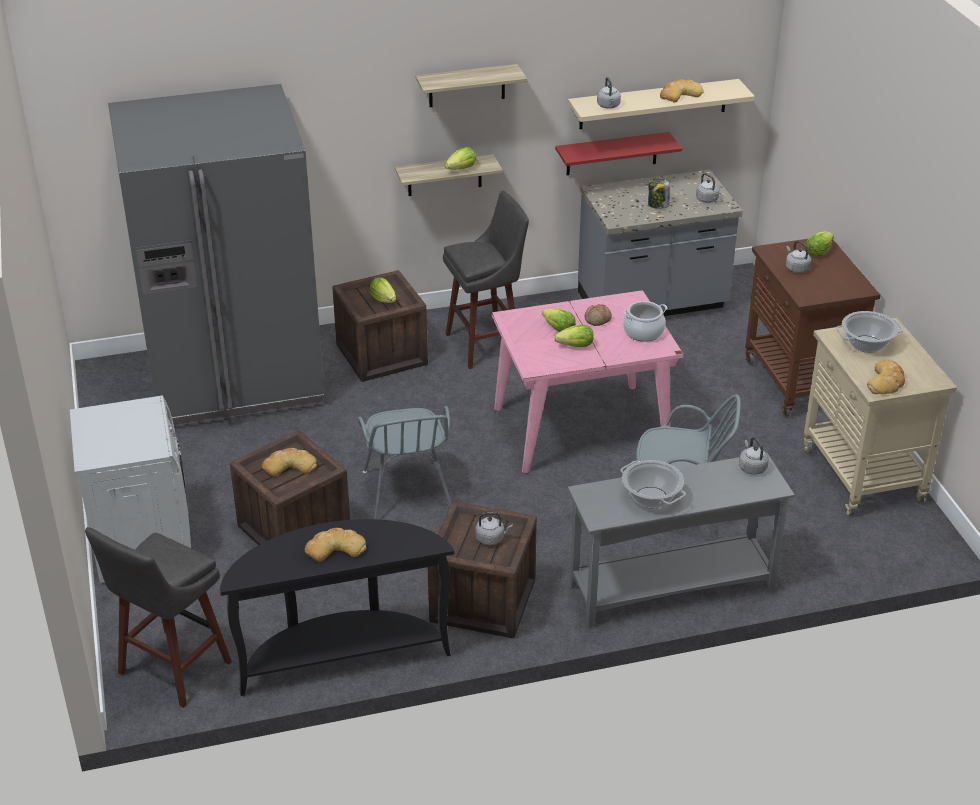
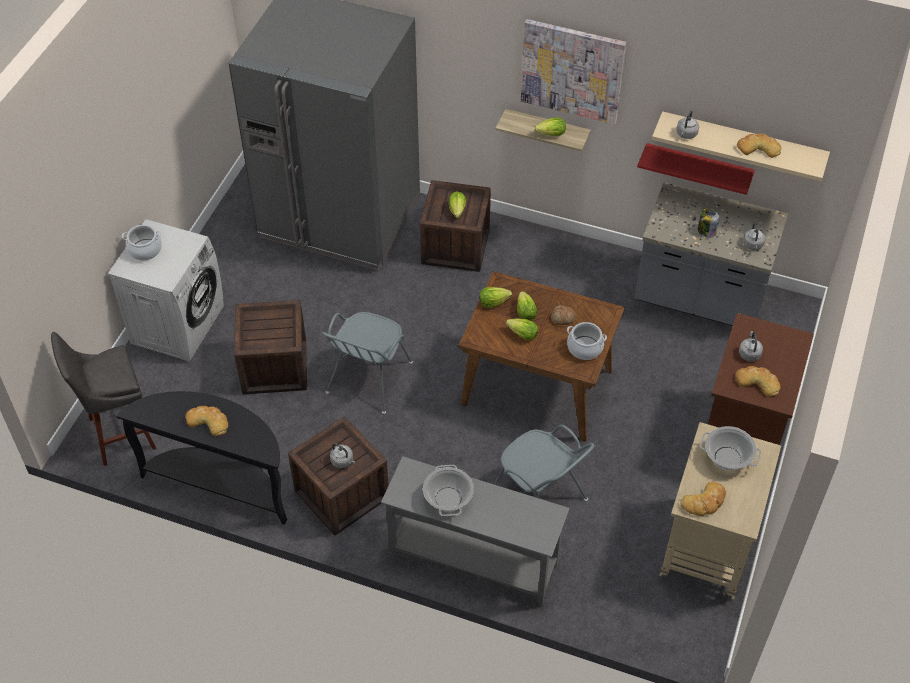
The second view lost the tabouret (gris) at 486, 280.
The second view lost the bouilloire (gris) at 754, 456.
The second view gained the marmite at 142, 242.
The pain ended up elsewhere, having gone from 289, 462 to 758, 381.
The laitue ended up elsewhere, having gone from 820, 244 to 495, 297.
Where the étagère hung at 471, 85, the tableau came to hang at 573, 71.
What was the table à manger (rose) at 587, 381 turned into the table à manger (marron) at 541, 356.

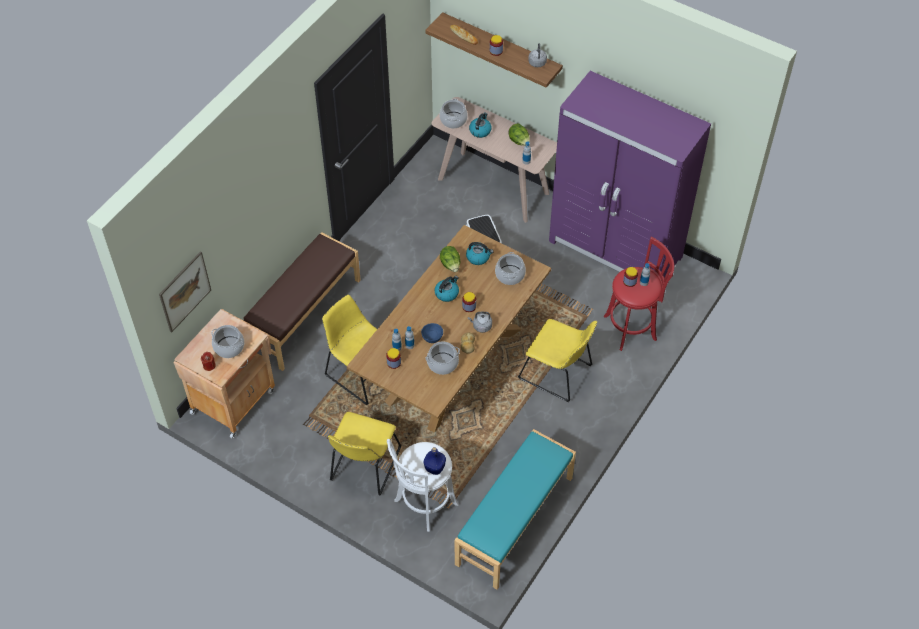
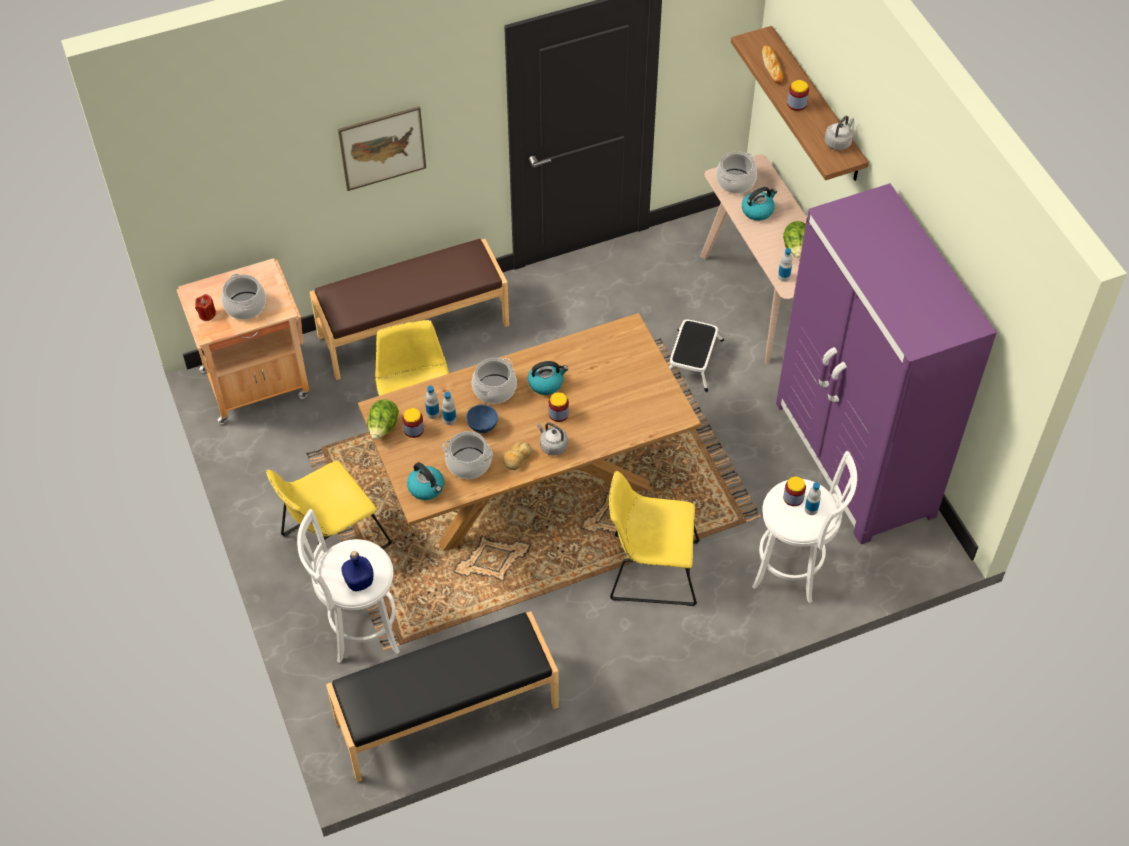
The tableau ended up elsewhere, having gone from 185, 292 to 382, 148.
The laitue ended up elsewhere, having gone from 450, 259 to 383, 419.
The bouilloire ended up elsewhere, having gone from 480, 253 to 425, 481.
The marmite ended up elsewhere, having gone from 510, 268 to 494, 381.
What was the banc (turquoise) at 515, 509 turned into the banc (noir) at 442, 696.
What was the tabouret (rouge) at 638, 294 turned into the tabouret (blanc) at 804, 527.
The chaise (jaune) at 557, 360 ended up facing another way, 120 degrees clockwise from before.

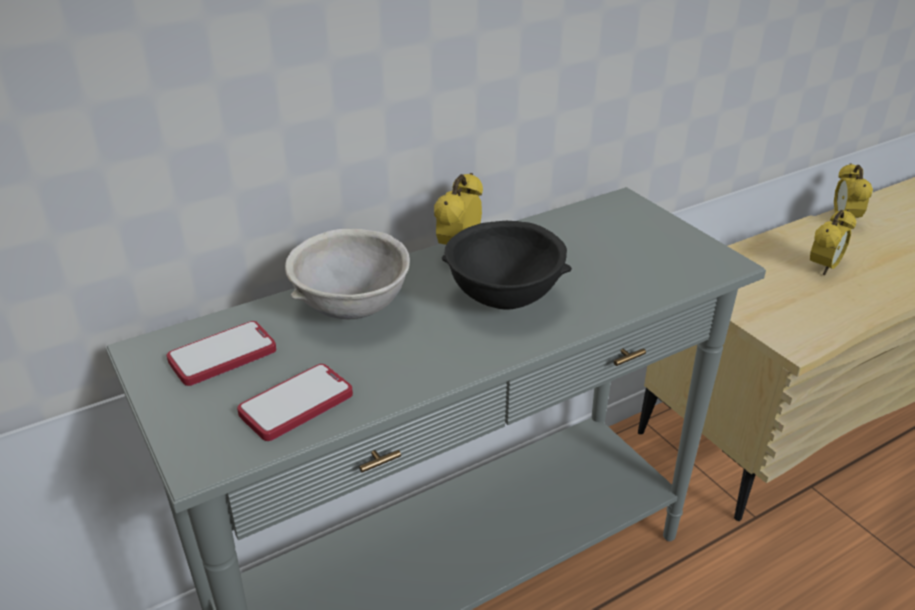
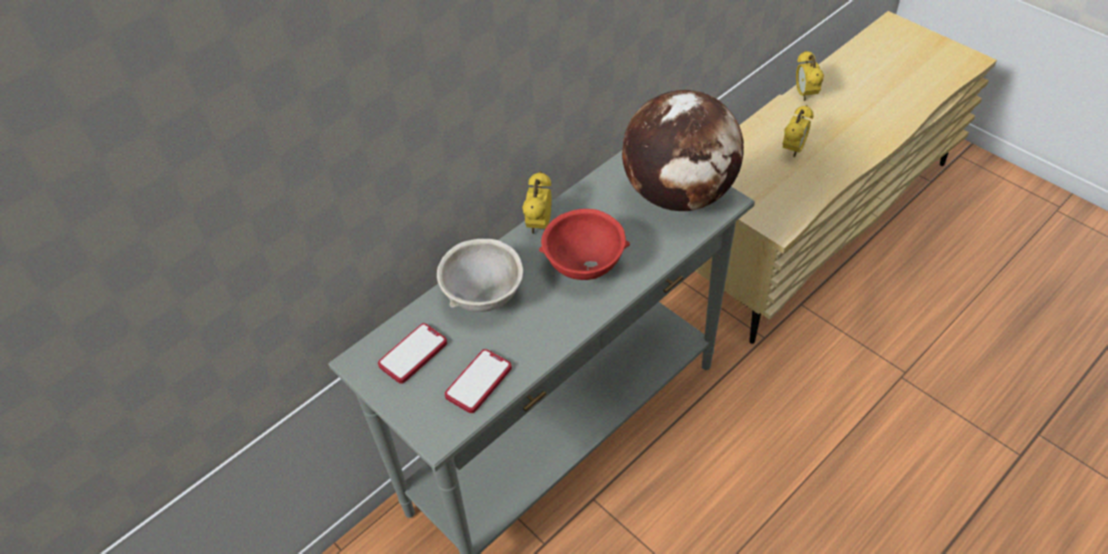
The second view gained the globe at 683, 150.
What was the bol (noir) at 507, 265 turned into the bol (rouge) at 584, 244.

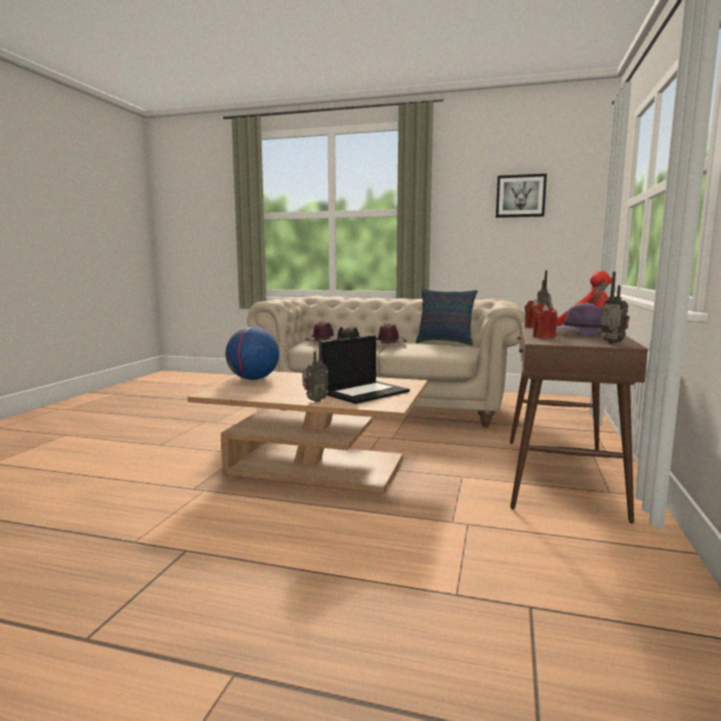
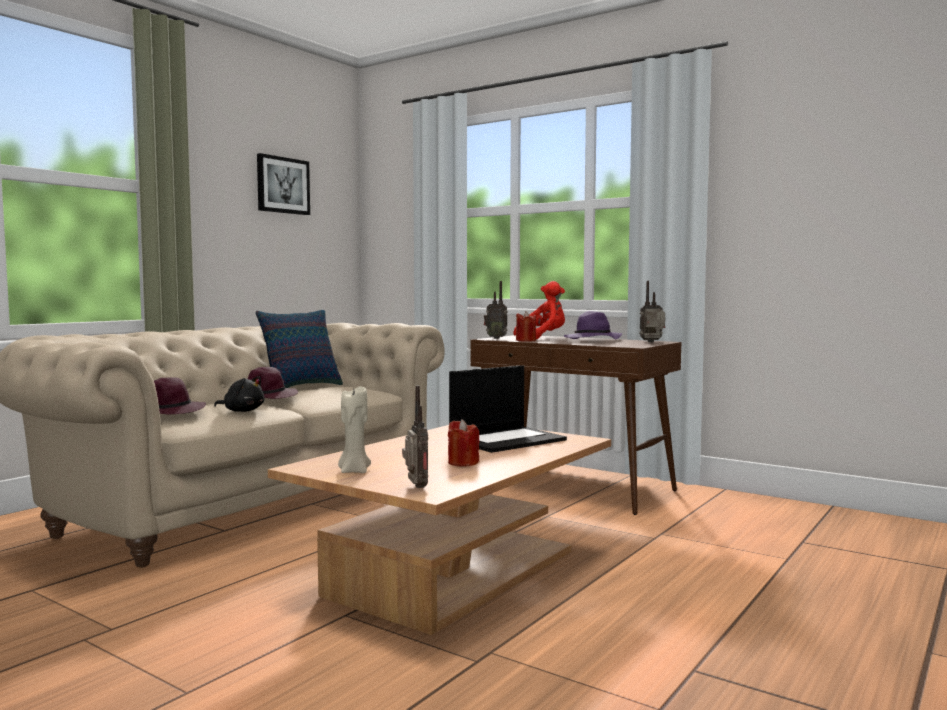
The radio ended up elsewhere, having gone from 315, 370 to 415, 436.
The bougie (rouge) ended up elsewhere, having gone from 545, 321 to 464, 442.
Where the globe stood at 252, 353, the bougie (beige) came to stand at 354, 430.
The ordinateur portable at 366, 369 ended up facing another way, 75 degrees clockwise from before.

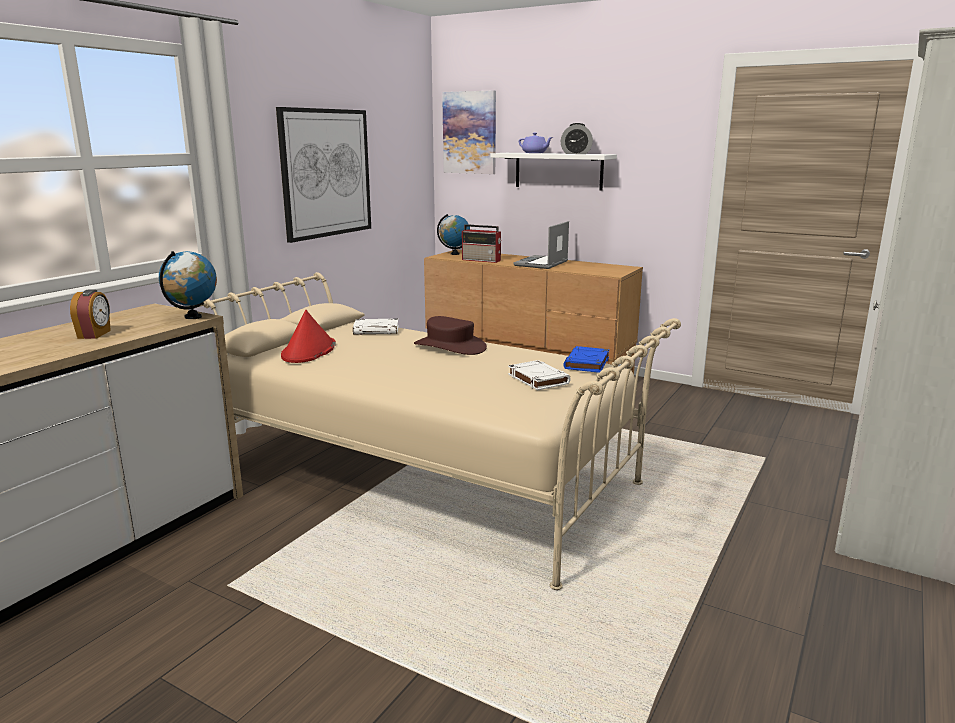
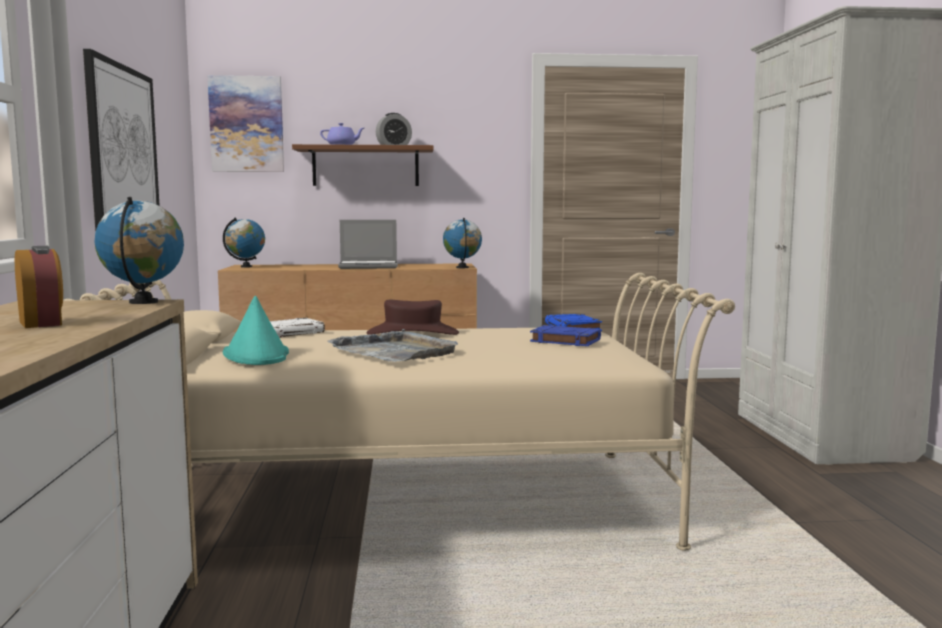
The second view lost the radio at 482, 243.
The second view gained the plateau (gris) at 393, 345.
The second view gained the globe at 462, 243.
What was the chapeau (rouge) at 308, 336 turned into the chapeau (turquoise) at 256, 330.
What was the étagère (blanc) at 553, 171 turned into the étagère (marron) at 363, 165.
What was the livre (blanc) at 539, 375 turned into the livre (bleu) at 565, 335.
The ordinateur portable at 541, 245 ended up facing another way, 90 degrees counterclockwise from before.

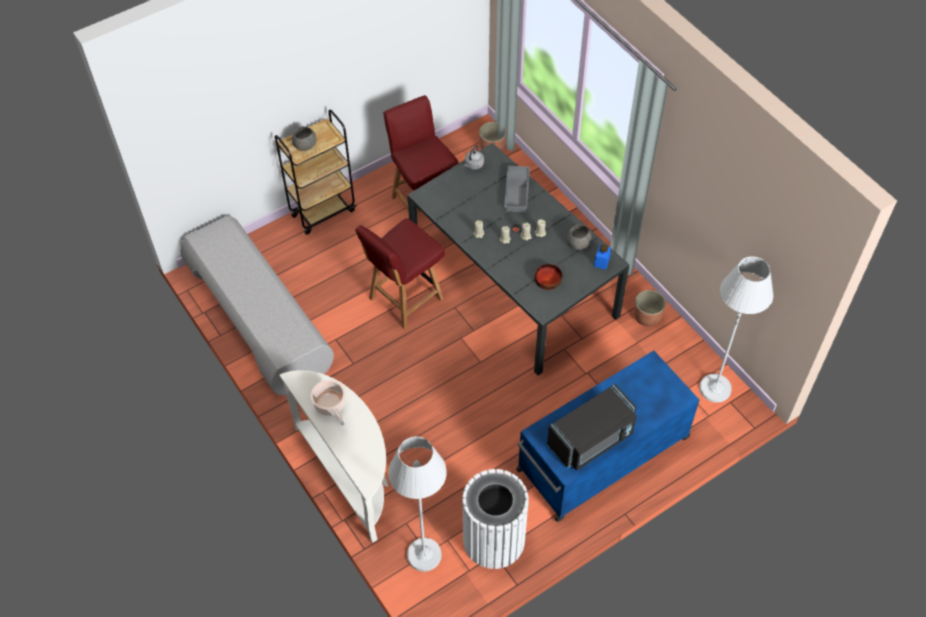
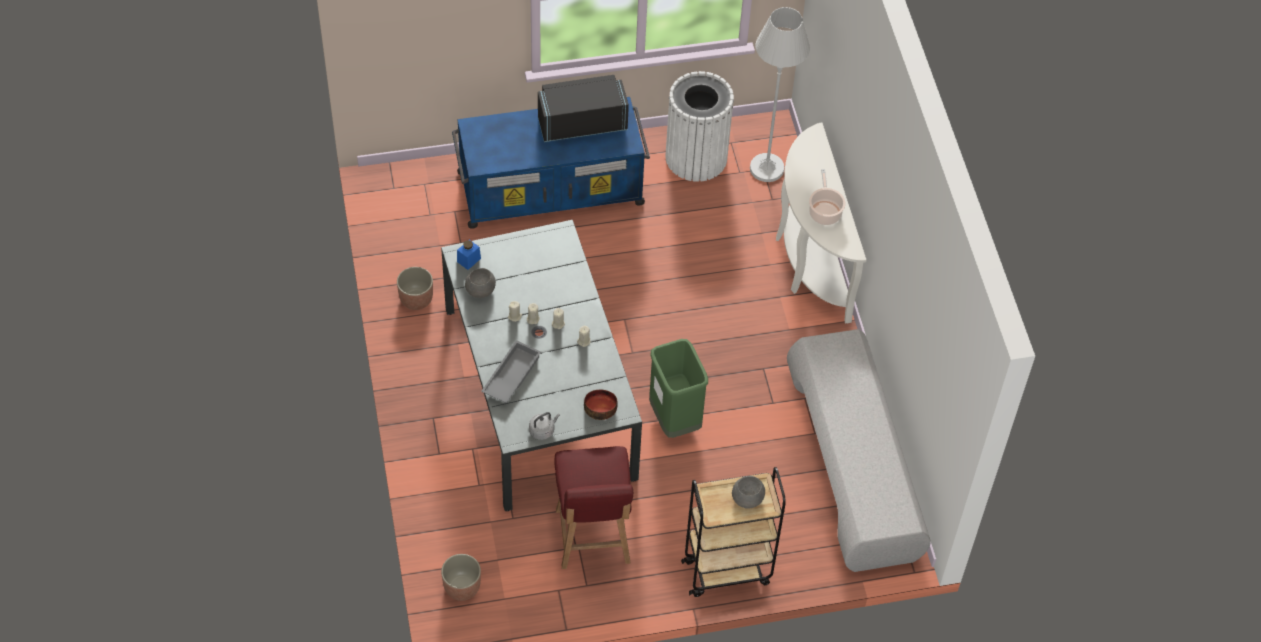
The second view lost the lampadaire (blanc) at 736, 329.
The bol ended up elsewhere, having gone from 548, 277 to 600, 404.
Where the chaise (rouge) stood at 400, 274, the poubelle (vert) came to stand at 678, 388.

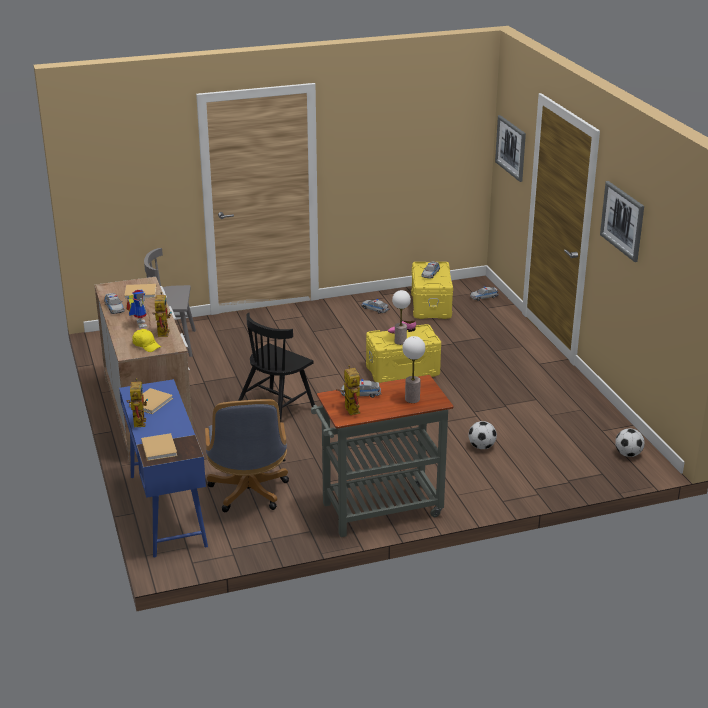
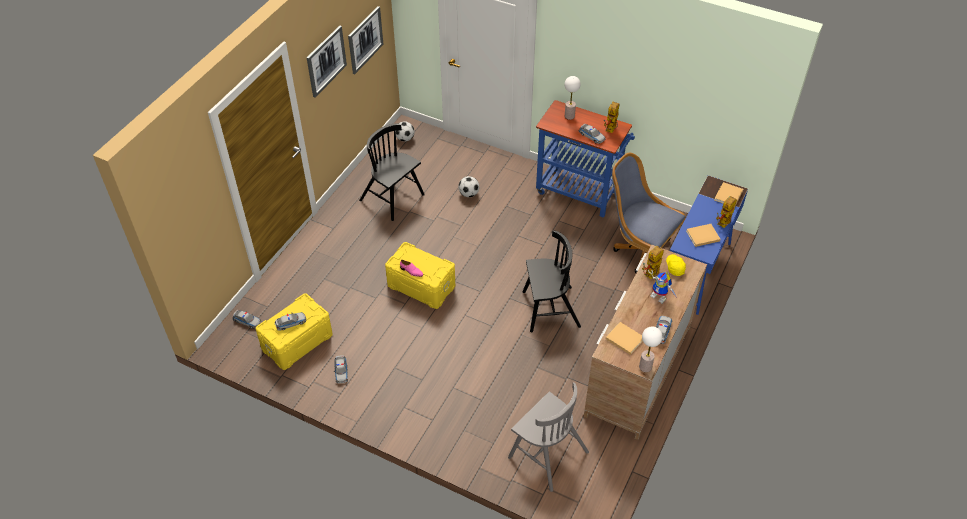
The second view gained the chaise (noir) at 392, 172.
The lampe de table ended up elsewhere, having gone from 401, 317 to 650, 349.
The tableau ended up elsewhere, having gone from 510, 148 to 365, 40.
What was the chariot (gris) at 382, 456 turned into the chariot (bleu) at 585, 159.
The robot jouet at 136, 308 ended up facing another way, 75 degrees counterclockwise from before.
The chaise de bureau (bleu) at 247, 455 ended up facing another way, 90 degrees counterclockwise from before.

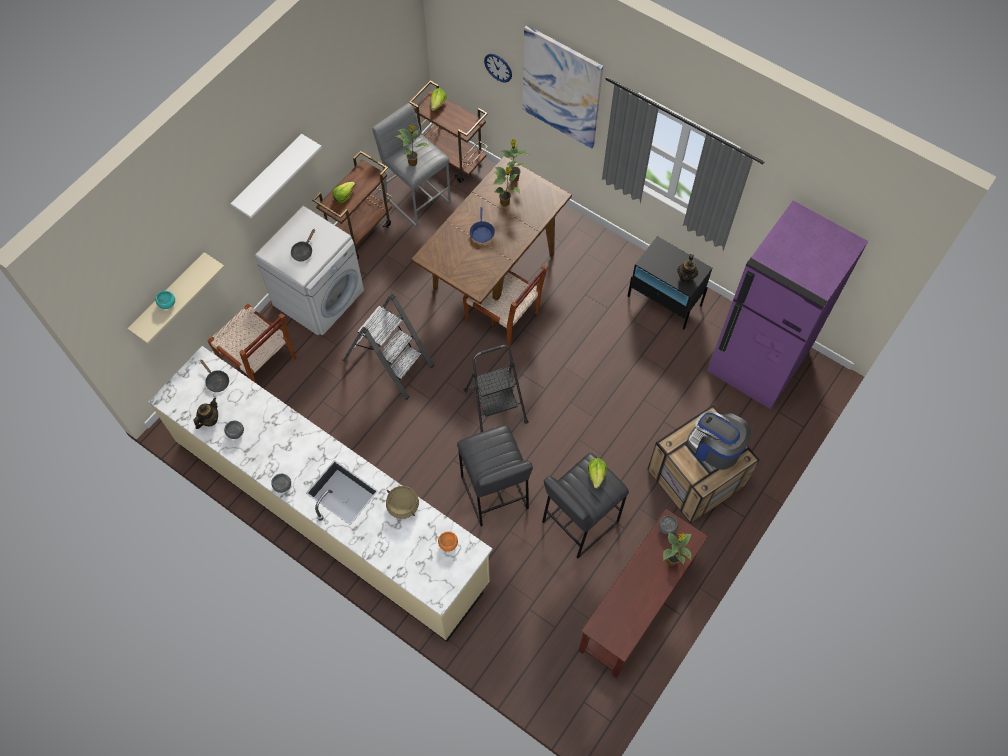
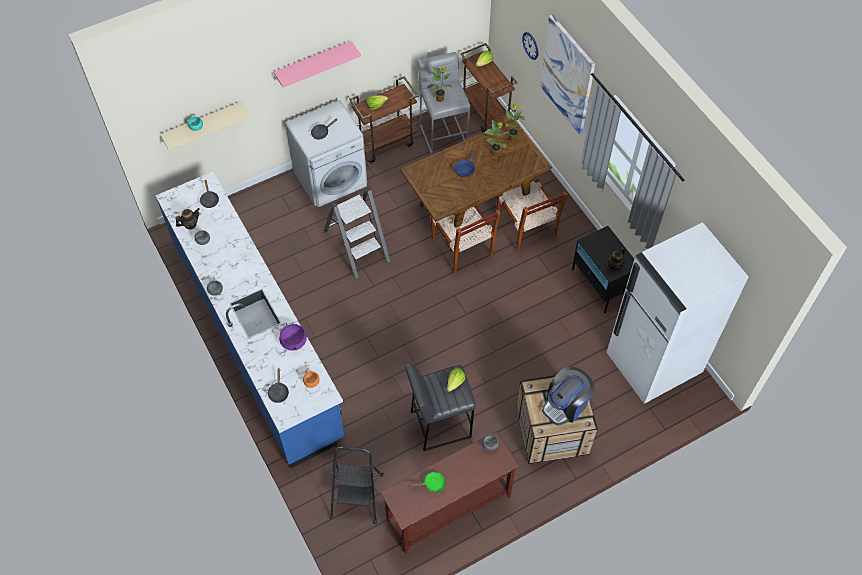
The second view lost the tabouret (gris) at 495, 475.
The second view lost the plante en pot at 677, 549.
The second view gained the poêle (noir) at 278, 385.
The second view gained the poêle (vert) at 427, 482.
The chaise ended up elsewhere, having gone from 252, 344 to 532, 215.
The escabeau (noir) ended up elsewhere, having gone from 496, 388 to 356, 485.
What was the comptoir de cuisine (beige) at 320, 494 turned into the comptoir de cuisine (bleu) at 249, 320.
What was the étagère (blanc) at 276, 176 turned into the étagère (rose) at 317, 64.
What was the marmite (beige) at 402, 502 turned into the marmite (violet) at 293, 337.
What was the réfrigérateur (violet) at 787, 304 turned into the réfrigérateur (blanc) at 678, 313.
The machine à café at 719, 440 ended up facing another way, 105 degrees counterclockwise from before.

